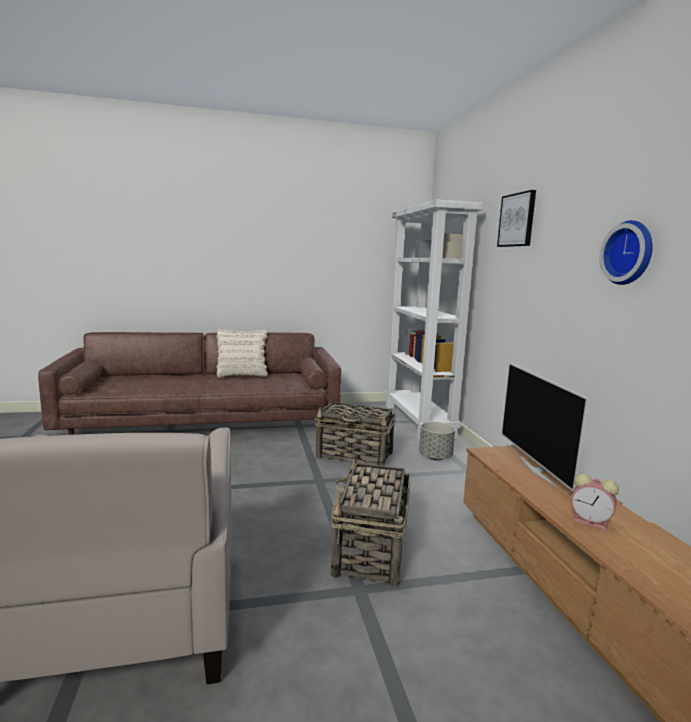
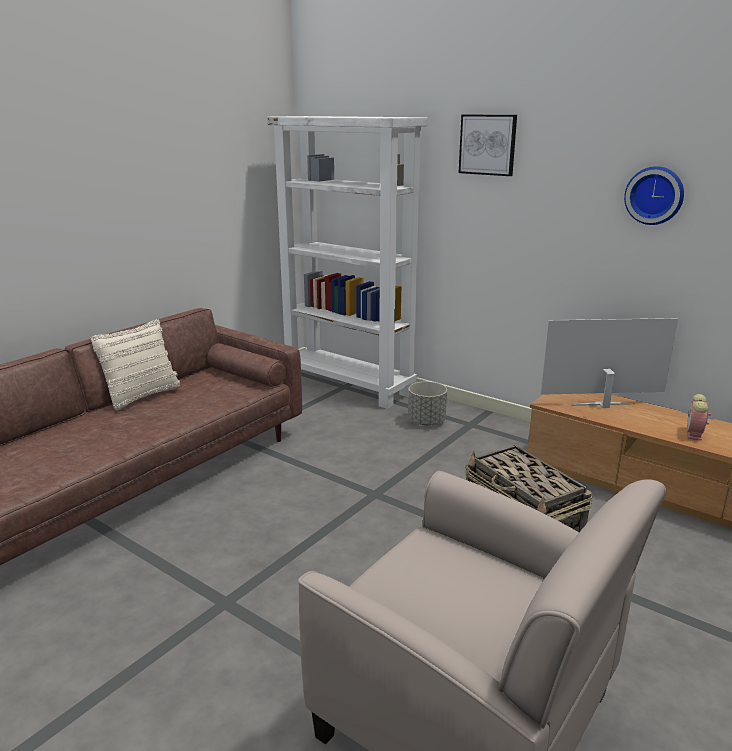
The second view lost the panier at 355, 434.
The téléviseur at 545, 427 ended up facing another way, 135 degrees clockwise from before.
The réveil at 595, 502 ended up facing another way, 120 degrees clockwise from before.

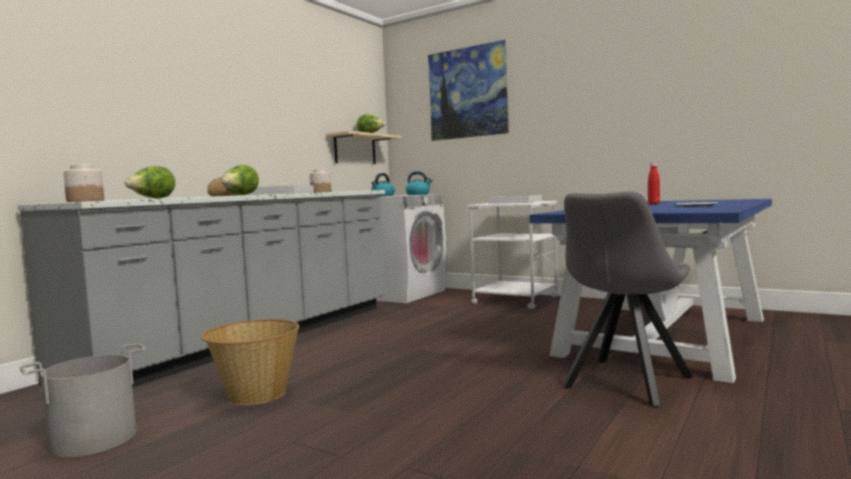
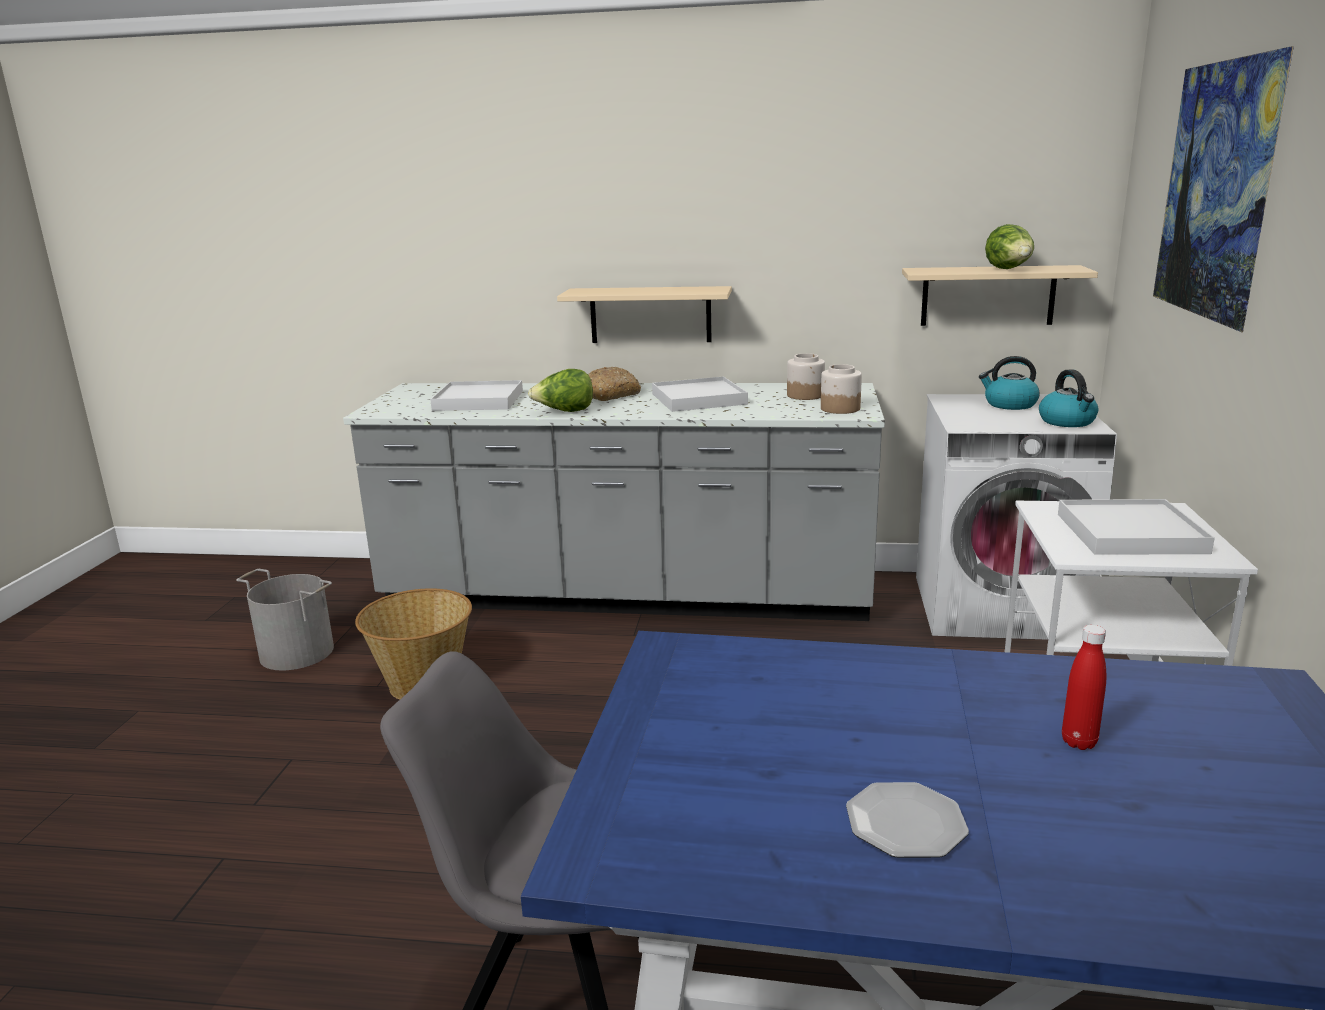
The second view gained the étagère (beige) at 644, 314.
The bocal ended up elsewhere, having gone from 83, 183 to 841, 389.
Where the laitue stood at 149, 182, the plateau (blanc) came to stand at 476, 395.

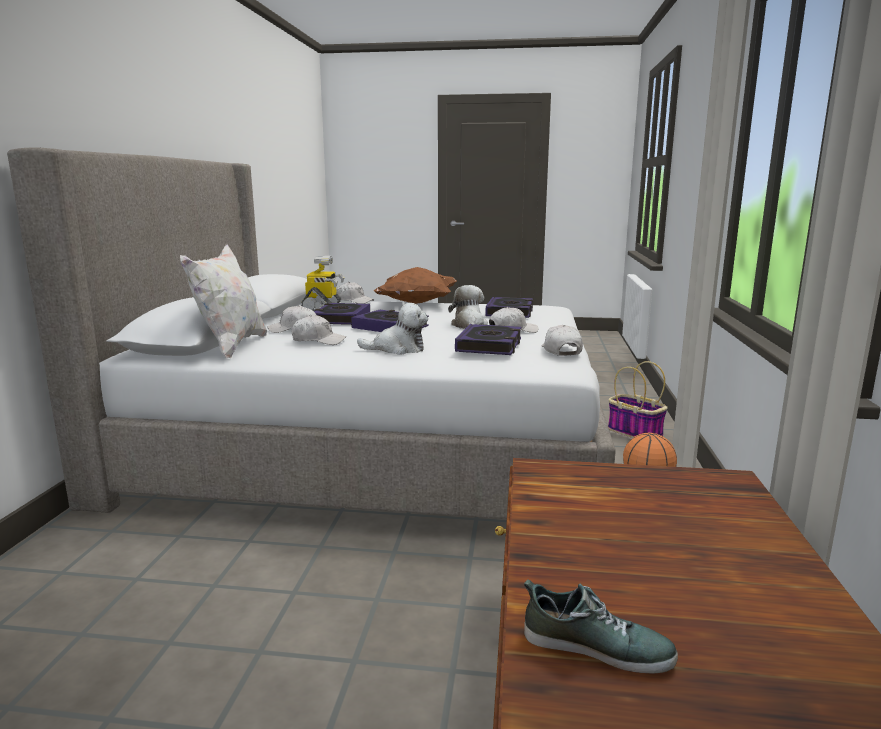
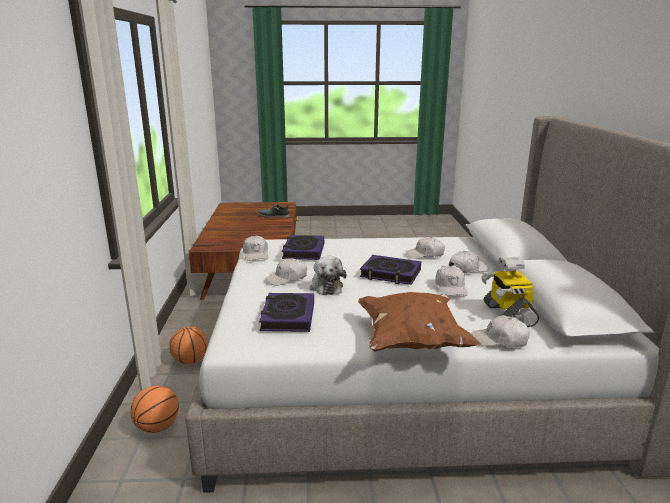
The second view lost the coussin (blanc) at 223, 302.
The second view lost the peluche at 392, 329.
Where the livre stood at 342, 314, the casquette (blanc) came to stand at 451, 281.
Where the panier stood at 637, 399, the ballon de basket came to stand at 154, 409.

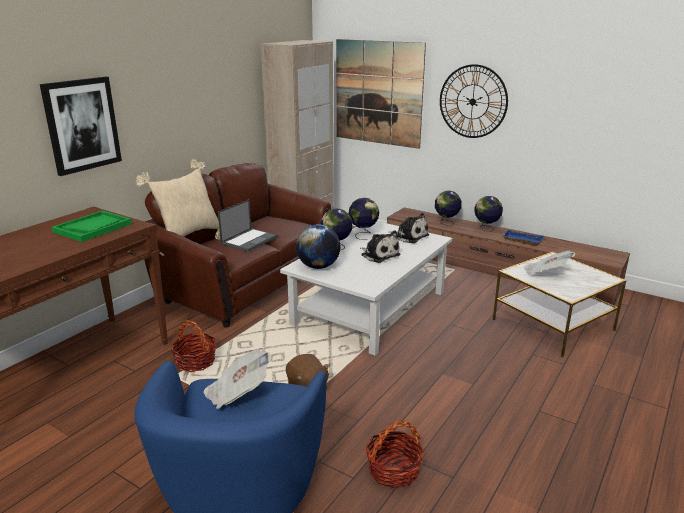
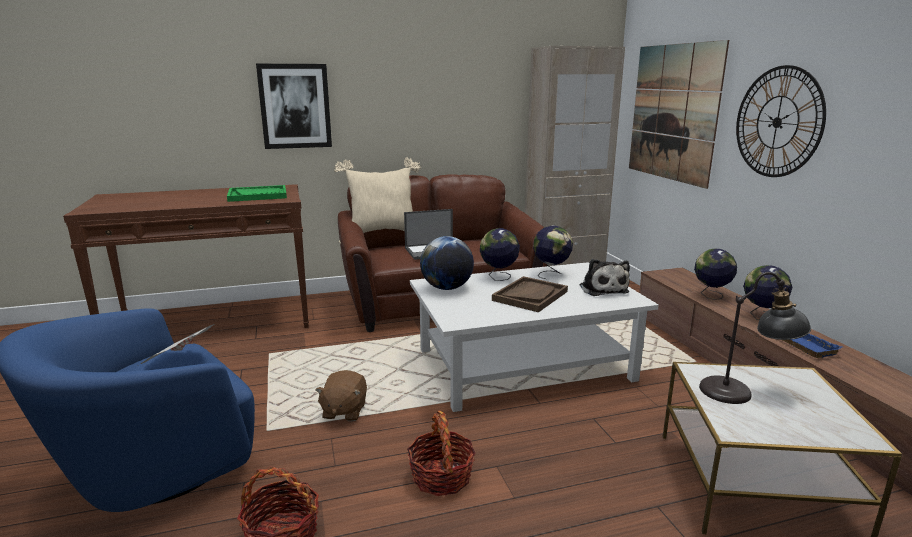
The panier ended up elsewhere, having gone from 193, 346 to 441, 453.
Where the peluche stood at 380, 247, the plateau (marron) came to stand at 530, 294.
Where the journal stood at 549, 263, the lampe de table (gris) came to stand at 755, 338.

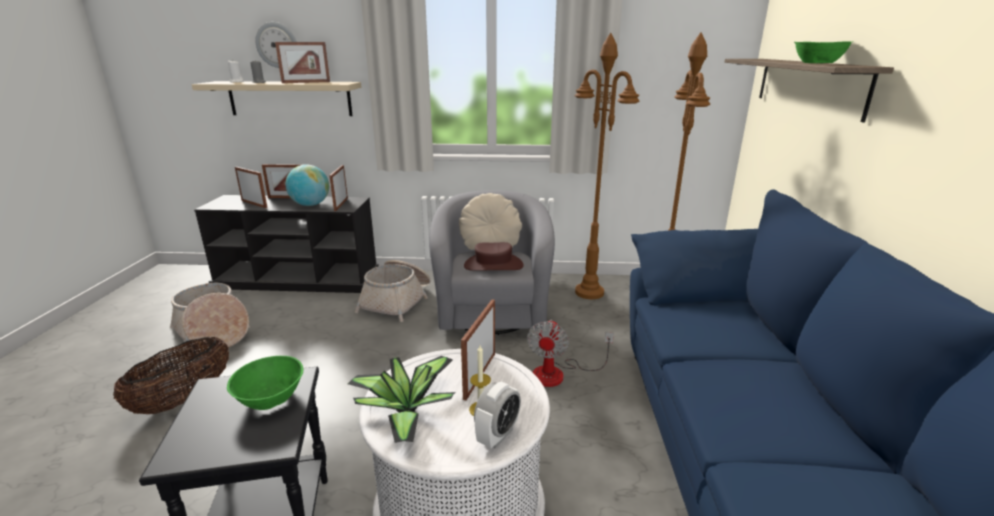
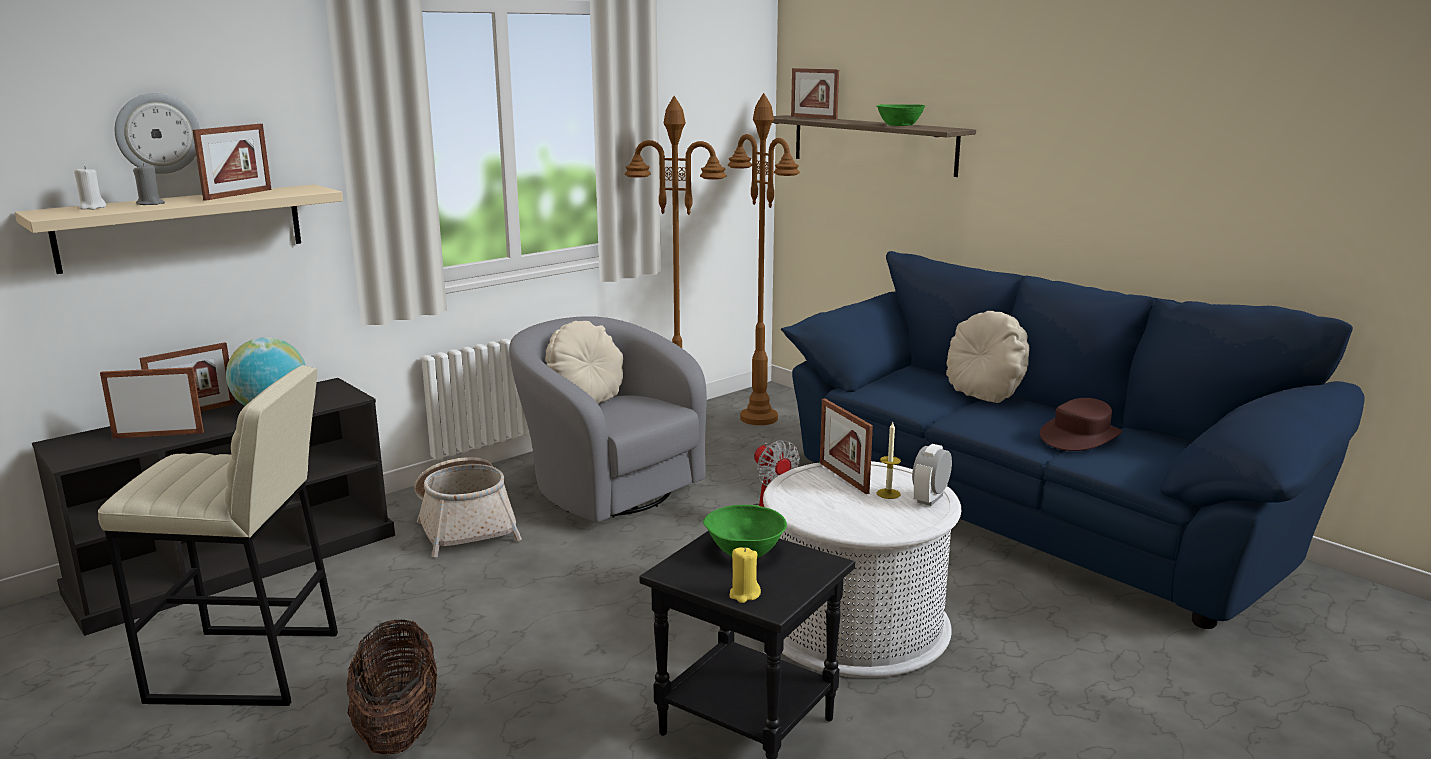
The second view lost the plante en pot at 402, 399.
The second view gained the bougie (jaune) at 745, 575.
The second view gained the coussin (beige) at 988, 357.
The cadre photo ended up elsewhere, having gone from 338, 188 to 815, 94.
The chapeau (marron) ended up elsewhere, having gone from 494, 256 to 1081, 424.
Where the panier stood at 210, 316, the tabouret (beige) came to stand at 218, 535.
The réveil at 497, 415 ended up facing another way, 135 degrees counterclockwise from before.

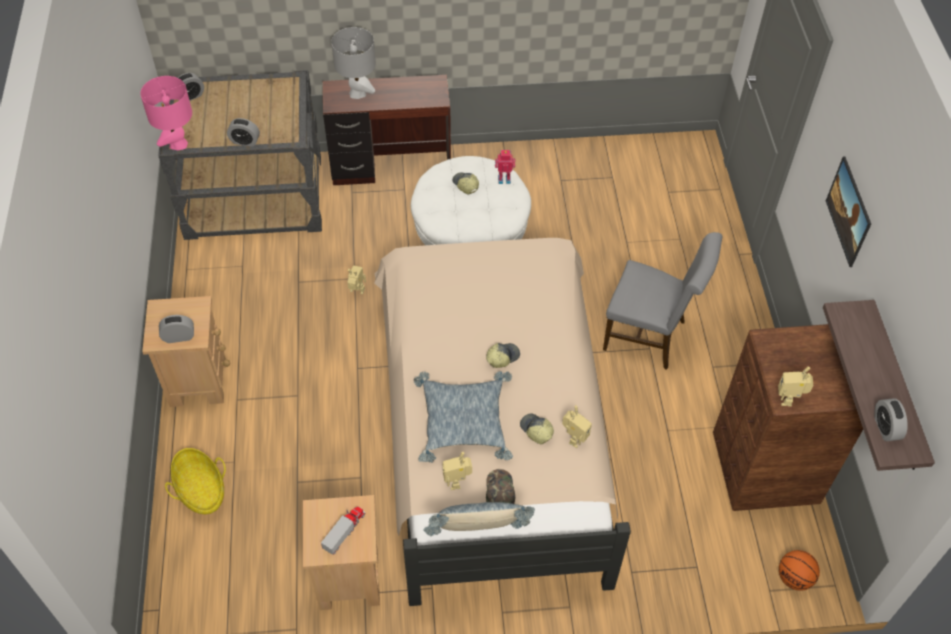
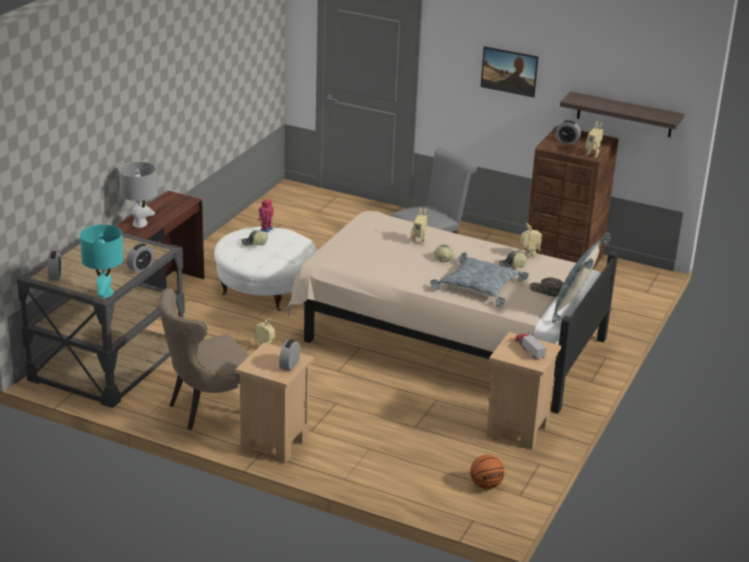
The second view lost the panier at 195, 481.
The second view gained the chaise (beige) at 204, 359.
The robot jouet ended up elsewhere, having gone from 457, 471 to 419, 226.
The ballon de basket ended up elsewhere, having gone from 799, 570 to 487, 472.
The réveil ended up elsewhere, having gone from 891, 419 to 568, 132.
What was the lampe de table (rose) at 166, 113 turned into the lampe de table (turquoise) at 102, 261.

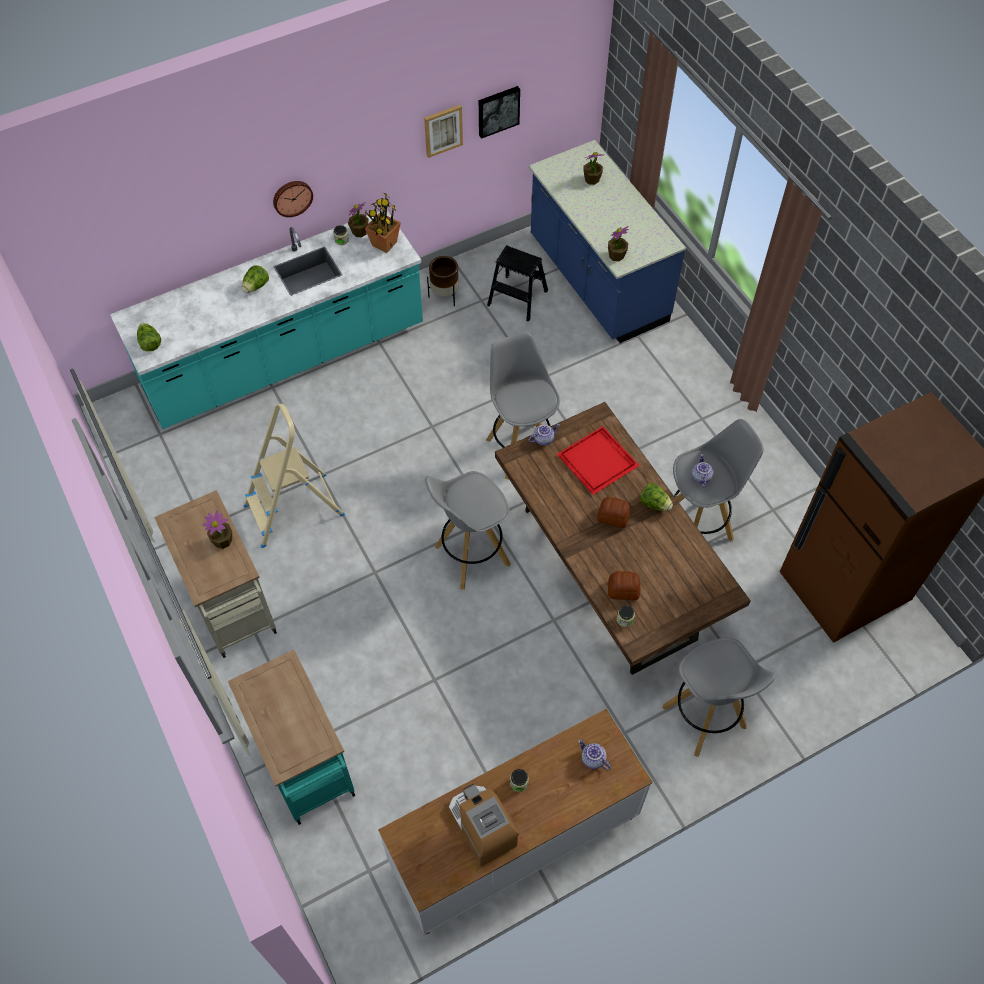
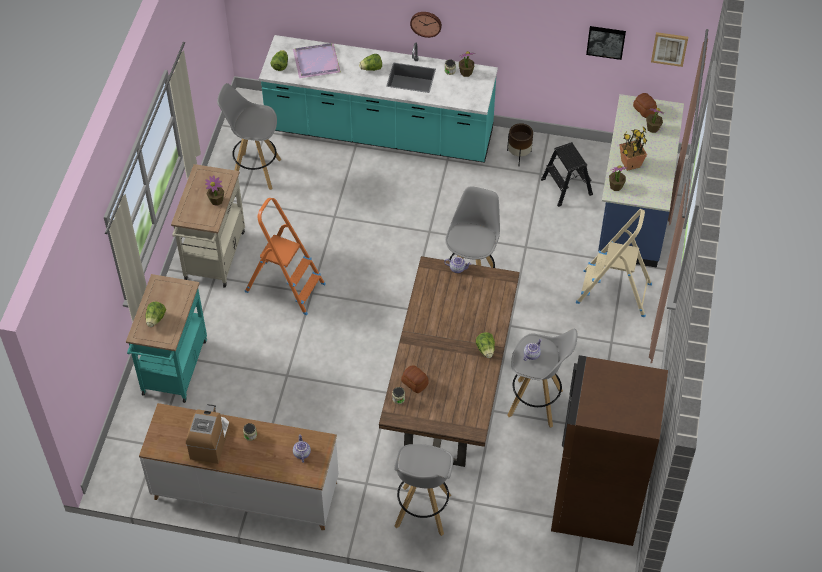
The second view lost the plateau (rouge) at 598, 460.
The second view gained the laitue at 155, 314.
The second view gained the escabeau (orange) at 285, 256.
The second view gained the plateau (violet) at 317, 60.
The escabeau (beige) ended up elsewhere, having gone from 294, 475 to 614, 263.
The plante en pot ended up elsewhere, having gone from 383, 223 to 633, 149.
The tableau ended up elsewhere, having gone from 443, 131 to 669, 49.
The tabouret (gris) ended up elsewhere, having gone from 468, 530 to 249, 136.
The pain ended up elsewhere, having gone from 613, 512 to 645, 105.

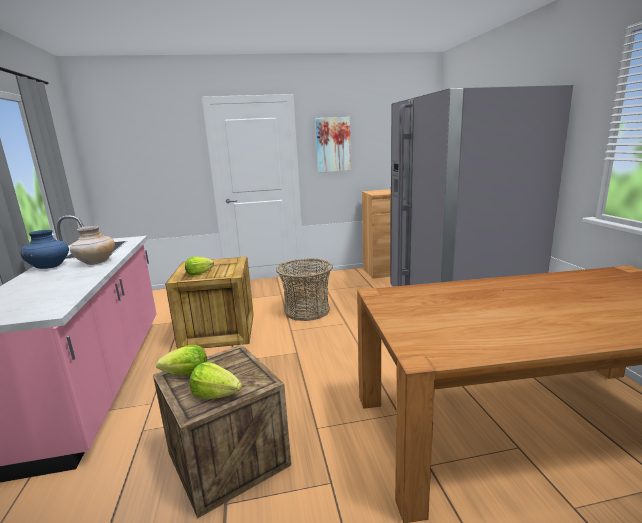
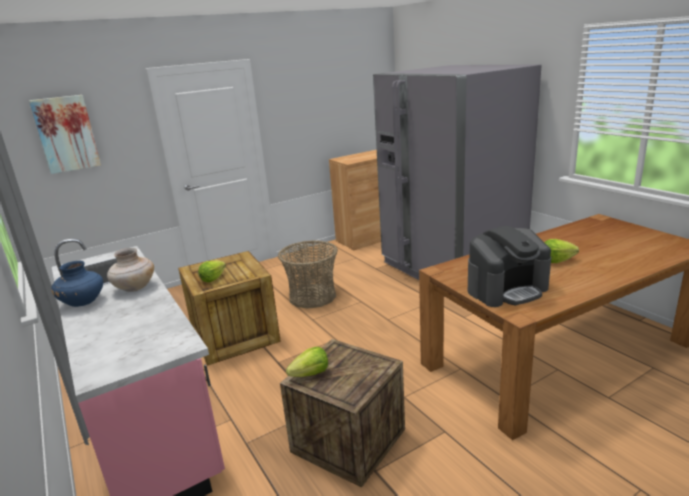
The second view gained the machine à café at 509, 266.
The laitue ended up elsewhere, having gone from 215, 380 to 561, 251.
The tableau ended up elsewhere, having gone from 333, 145 to 65, 134.

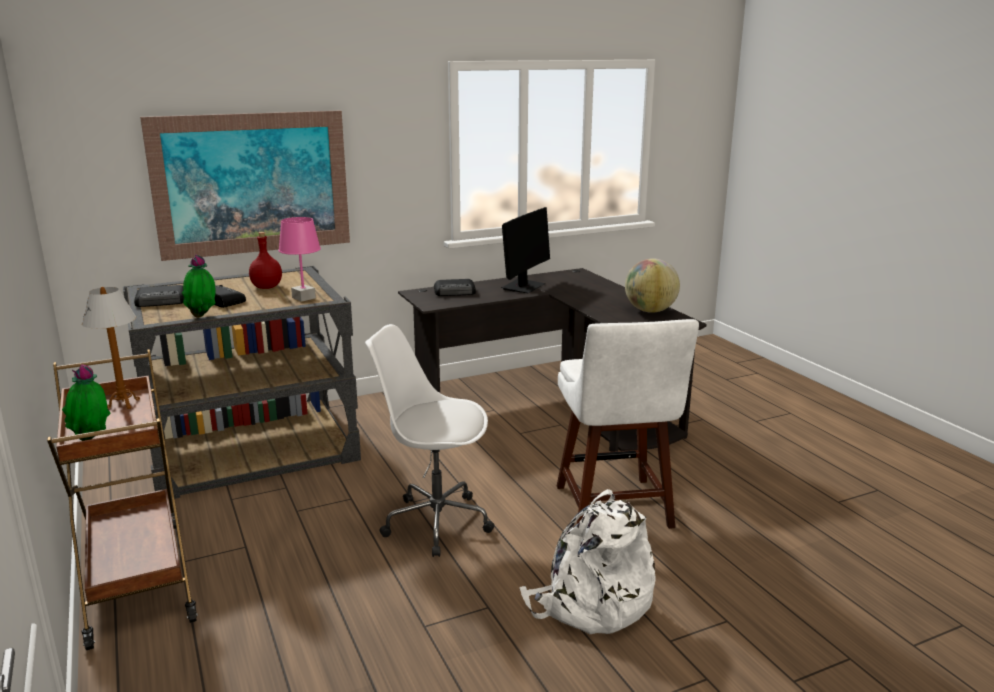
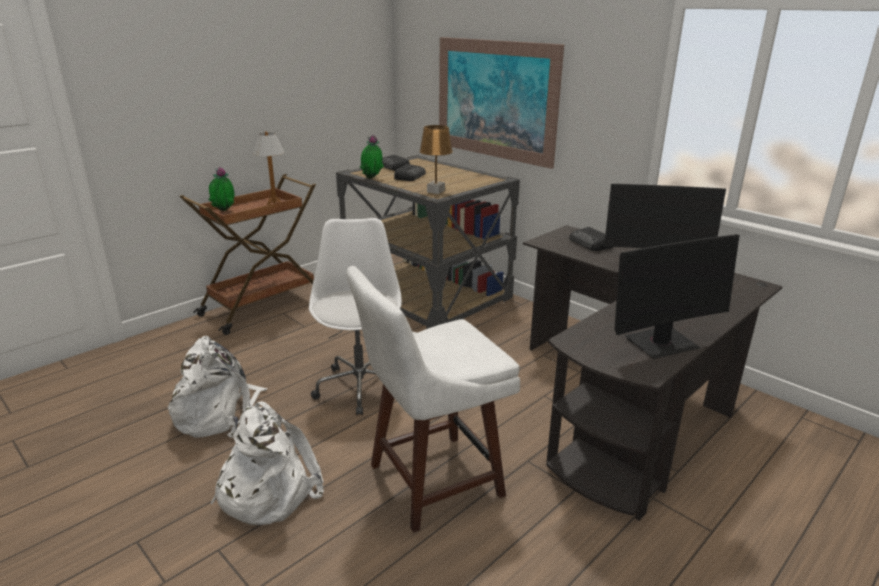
The second view lost the bouteille (rouge) at 265, 260.
The second view gained the sac à dos (blanc) at 218, 387.
Where the globe stood at 652, 285, the écran d'ordinateur came to stand at 677, 296.
What was the lampe de table (rose) at 299, 259 turned into the lampe de table (marron) at 436, 159.

